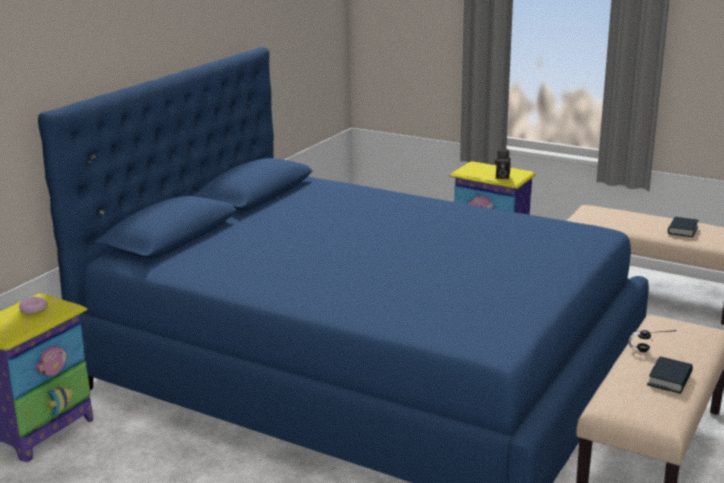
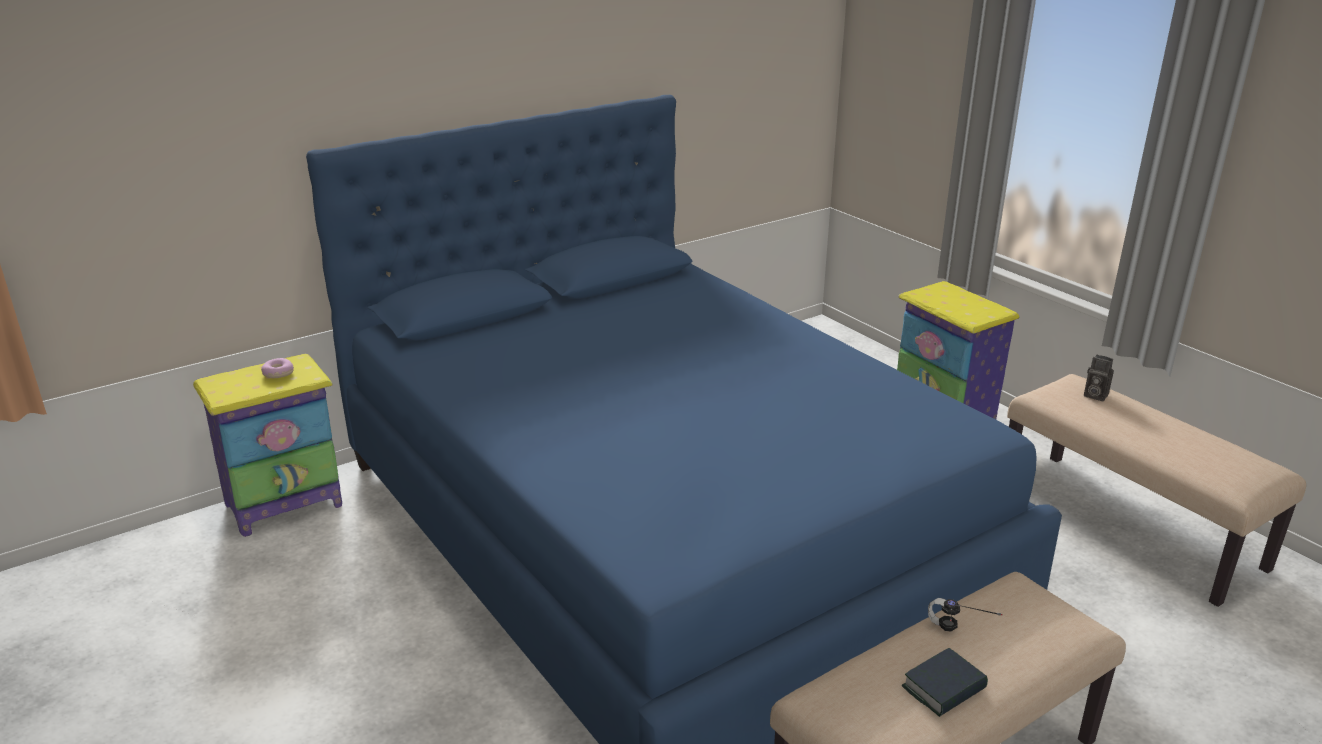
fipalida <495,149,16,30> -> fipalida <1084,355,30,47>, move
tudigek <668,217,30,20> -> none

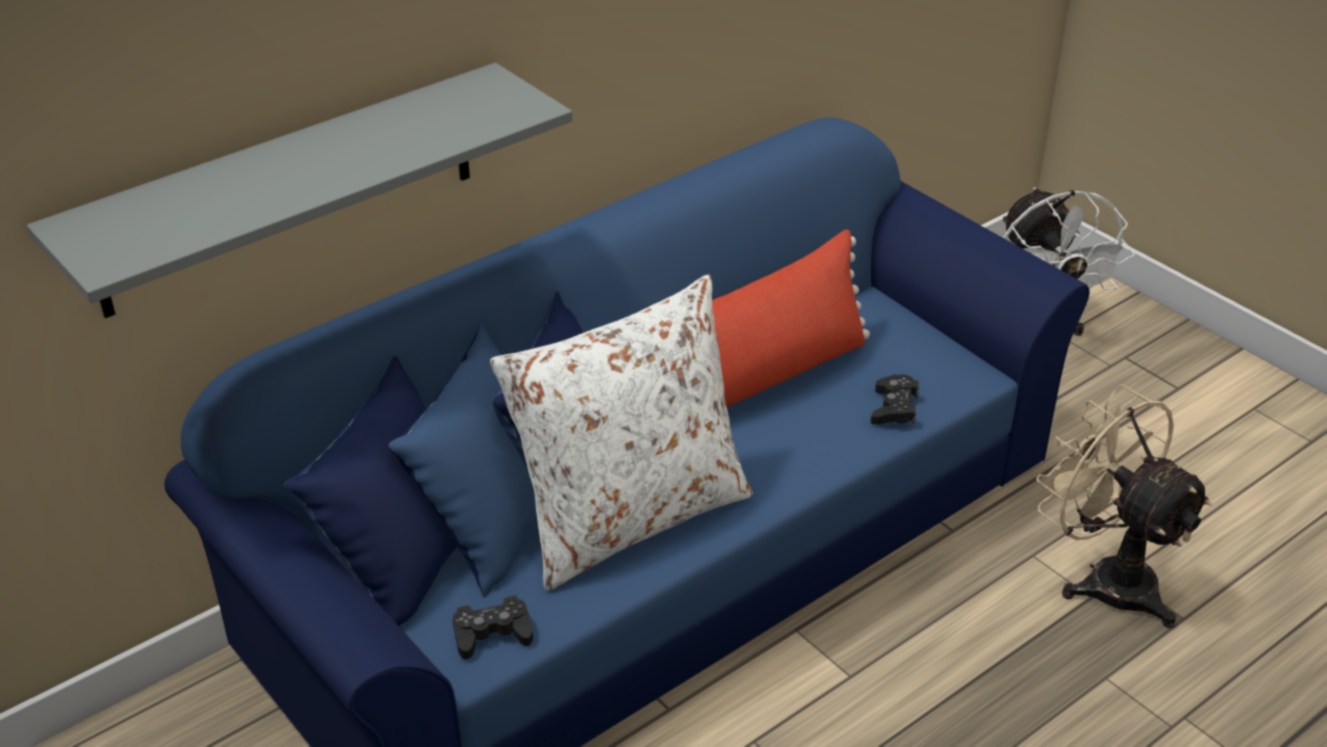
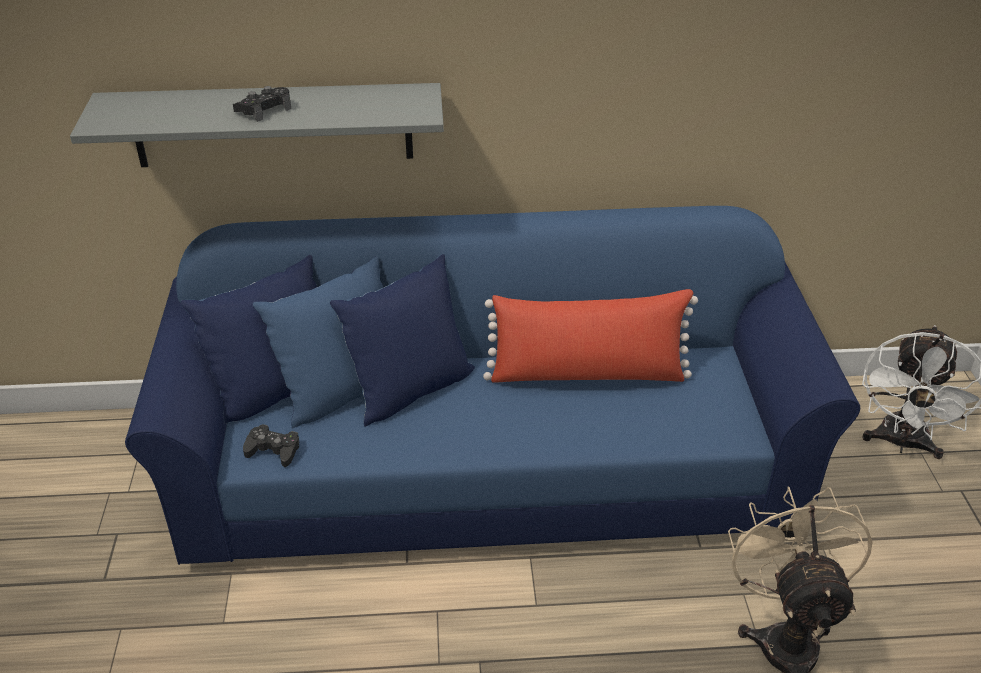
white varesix <490,275,263,316> -> none
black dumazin <871,374,49,52> -> black dumazin <233,86,58,36>, move

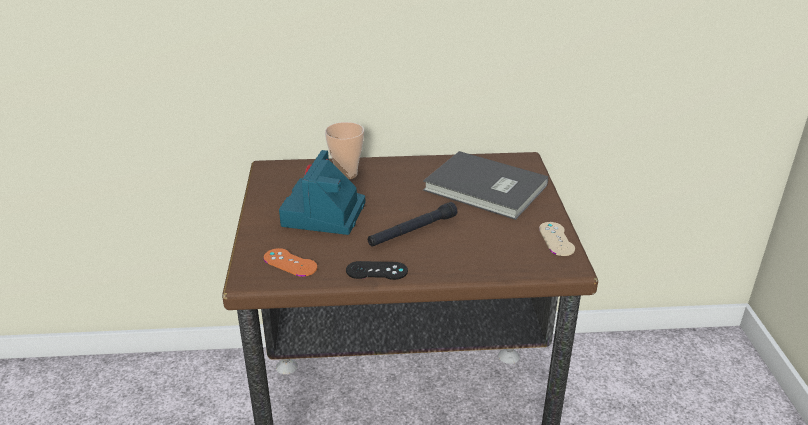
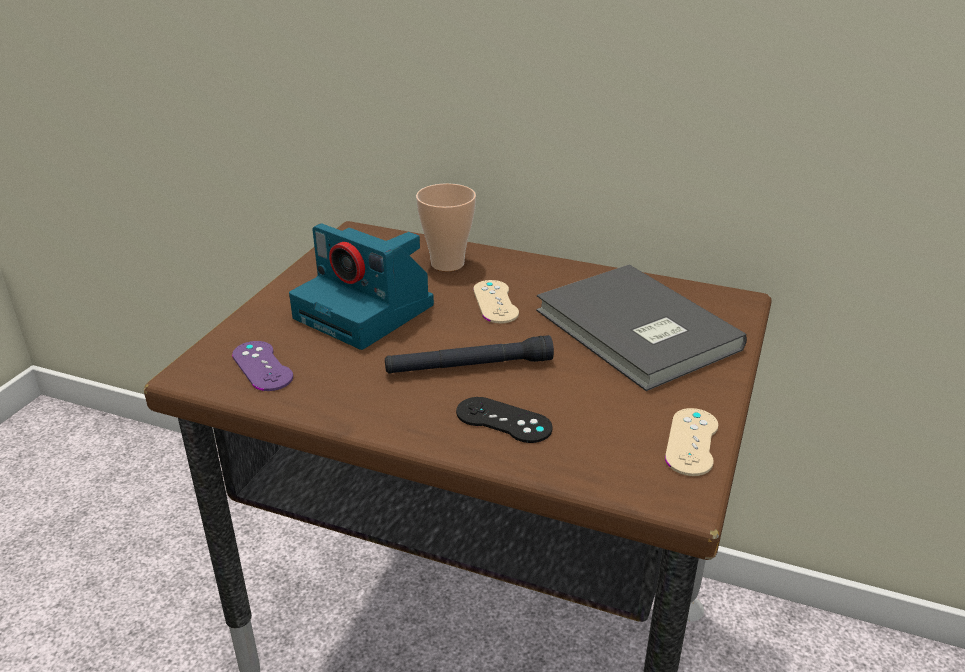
fipalida <279,150,86,85> -> fipalida <289,224,145,126>, 90 degrees counterclockwise
orange dumazin <264,248,53,29> -> purple dumazin <232,341,61,50>
black dumazin <346,261,62,19> -> black dumazin <456,397,97,46>, move
none -> beige dumazin <473,280,46,44>

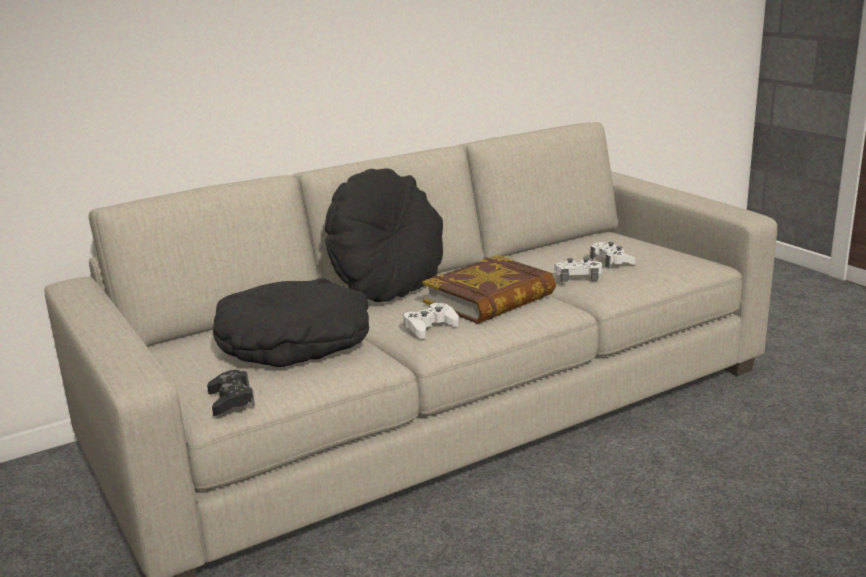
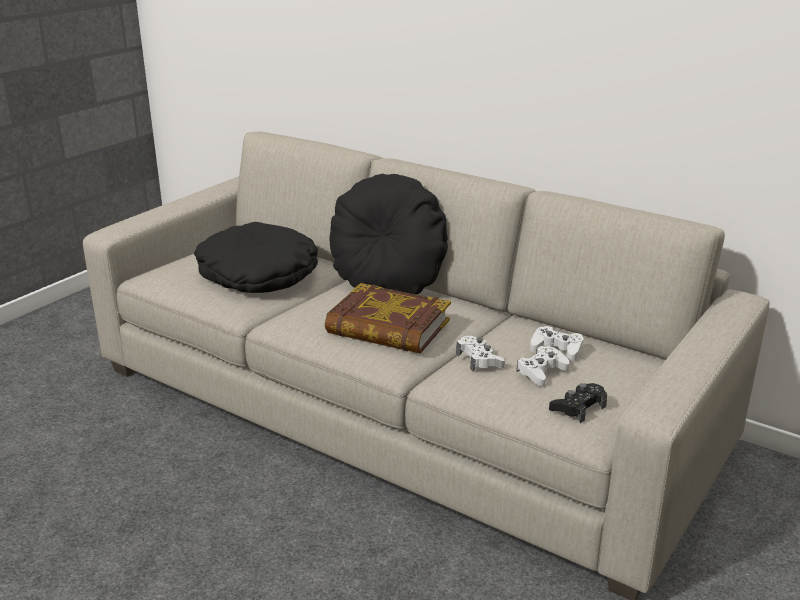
white dumazin <404,303,55,36> -> white dumazin <530,326,53,36>, move
black dumazin <207,370,48,46> -> black dumazin <549,383,58,40>, move

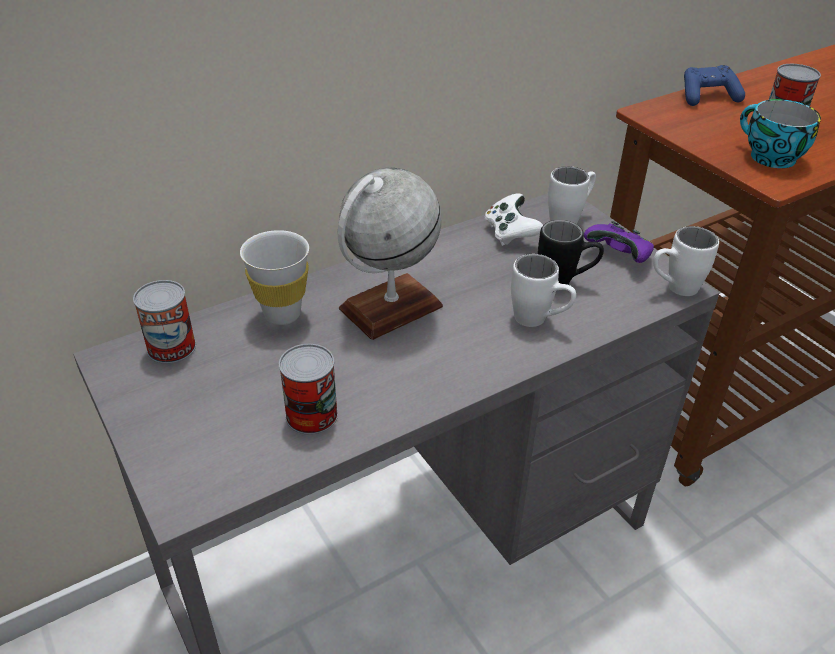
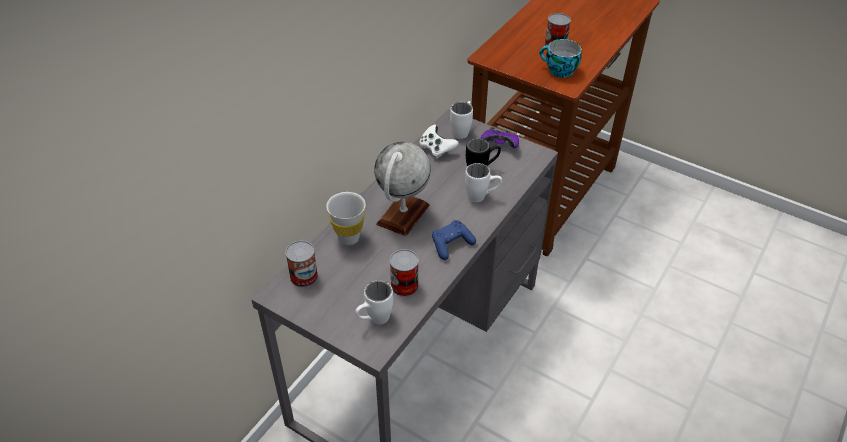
blue dumazin <684,65,61,41> -> blue dumazin <432,220,44,40>, move
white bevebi <653,226,66,70> -> white bevebi <355,281,38,43>, move

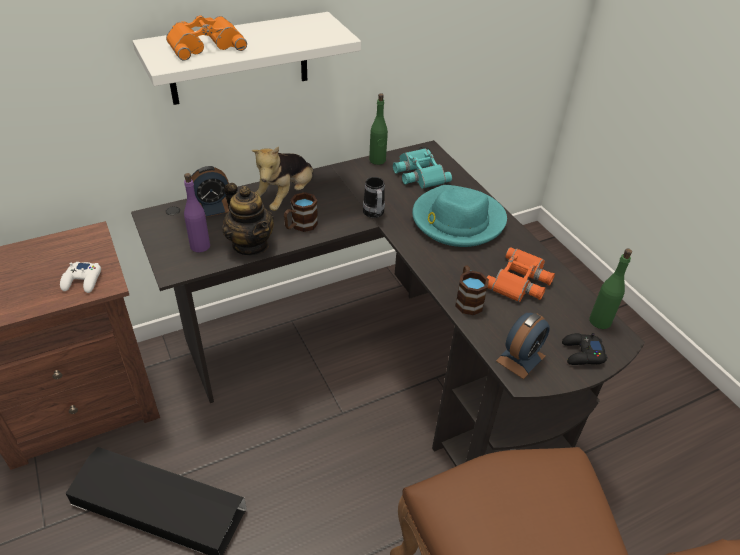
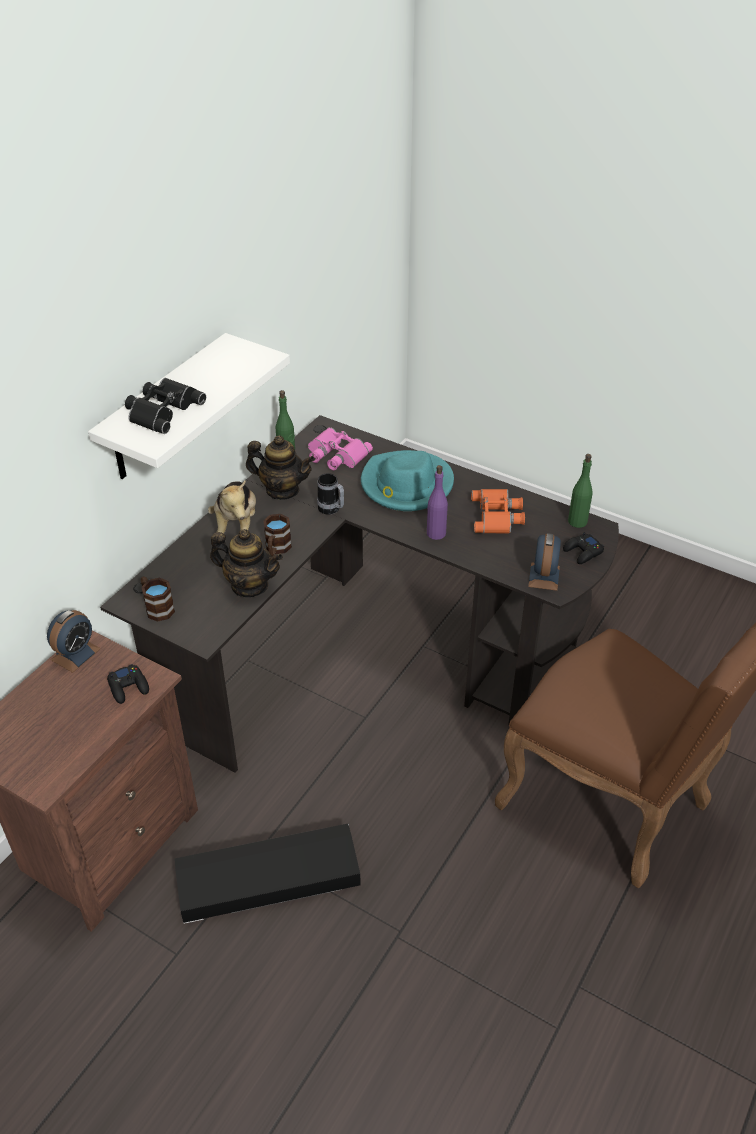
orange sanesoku <166,15,81,45> -> black sanesoku <125,378,81,56>
turquoise sanesoku <393,148,59,41> -> pink sanesoku <308,427,65,43>
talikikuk <191,166,38,51> -> talikikuk <47,610,54,63>, move
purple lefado <184,173,26,79> -> purple lefado <427,465,21,75>, move
white dumazin <60,262,41,31> -> black dumazin <107,664,42,40>
brown bevebi <455,265,34,50> -> brown bevebi <141,576,34,46>, move
none -> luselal <246,435,69,65>

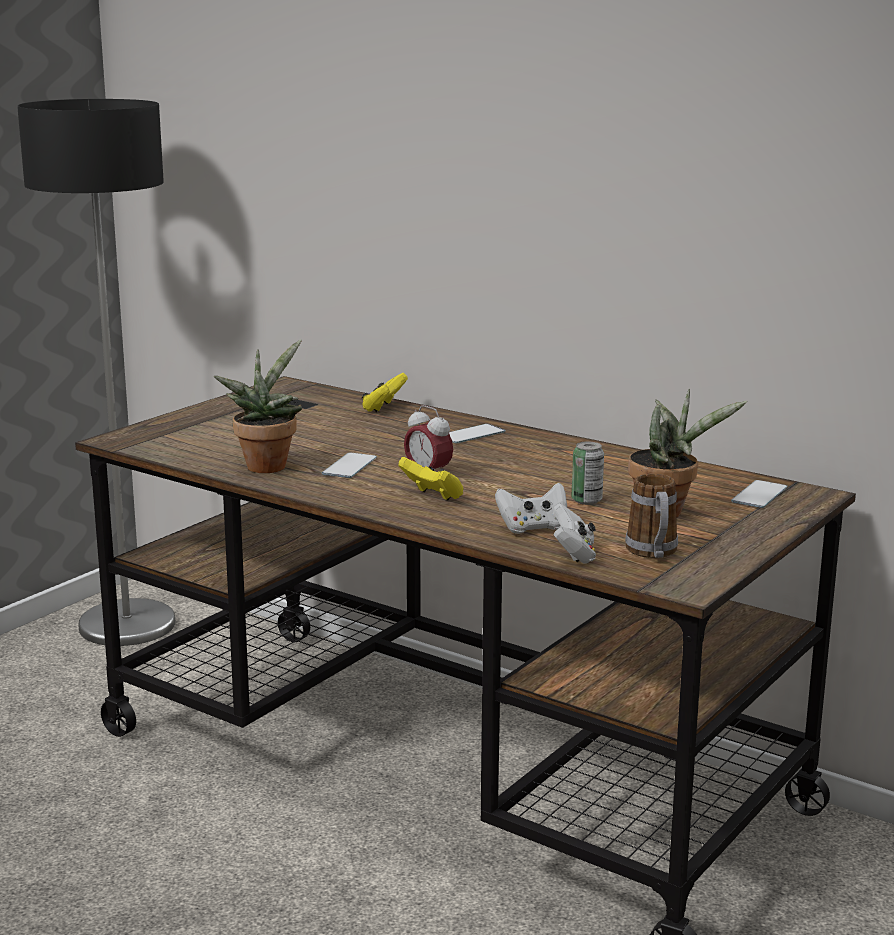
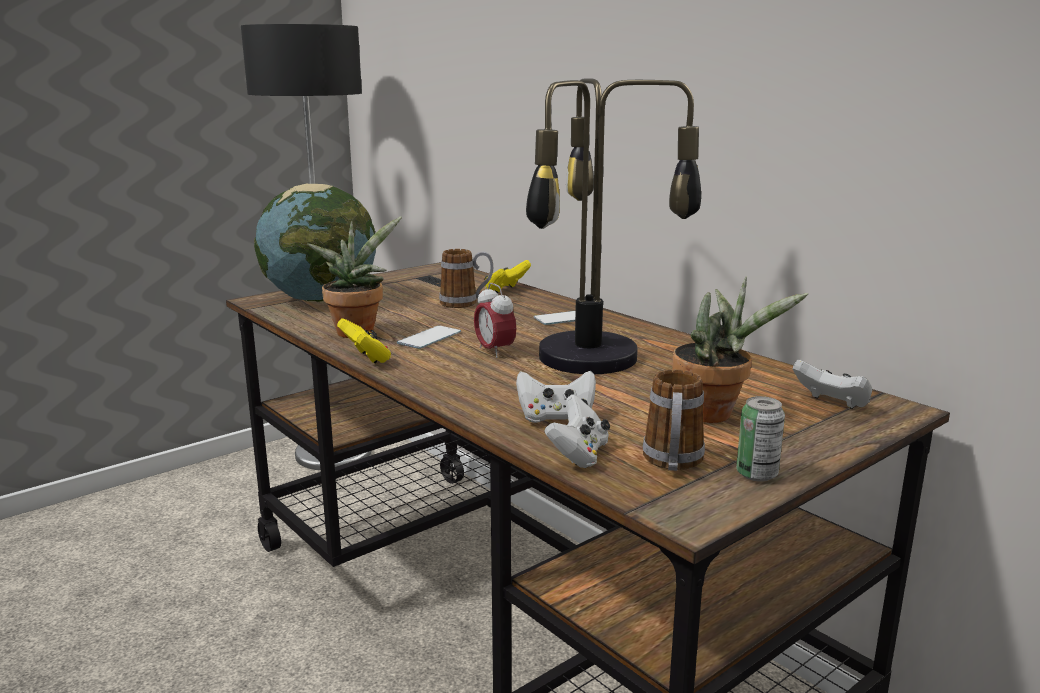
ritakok <571,442,33,63> -> ritakok <736,396,49,86>, move
yellow dumazin <398,457,66,43> -> yellow dumazin <337,318,54,45>, move
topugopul <731,480,56,28> -> white dumazin <793,360,79,49>
none -> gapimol <526,78,175,296>
none -> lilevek <254,184,122,119>
none -> bevebi <439,249,54,59>

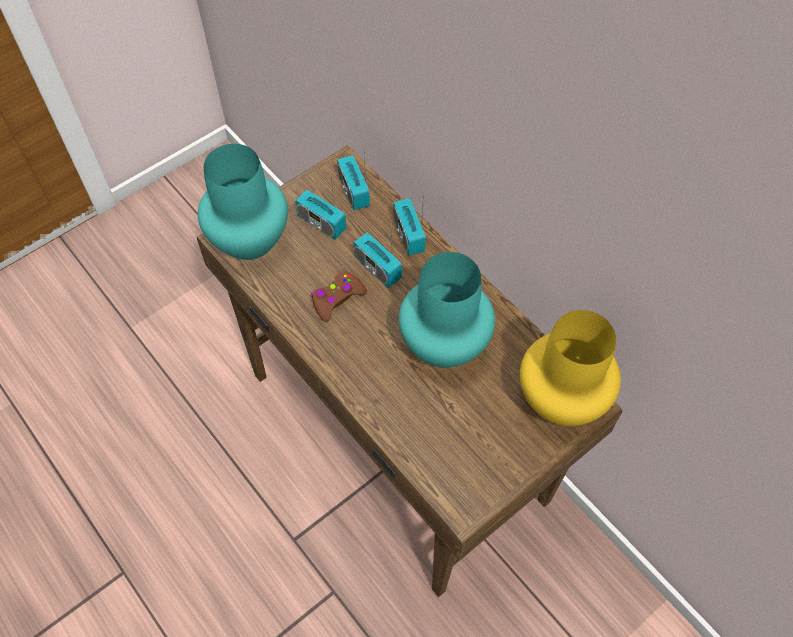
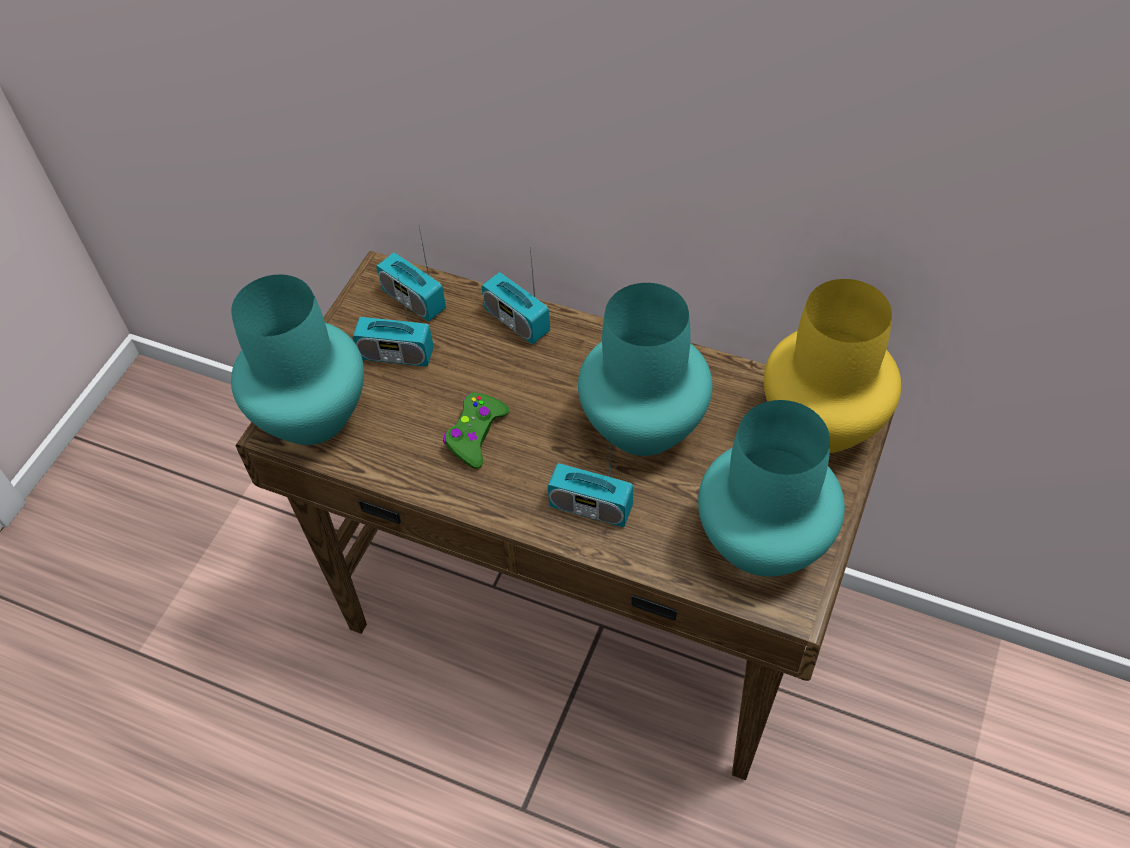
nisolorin <353,232,49,56> -> nisolorin <548,430,85,97>, move
brown dumazin <311,271,56,51> -> green dumazin <443,393,67,76>
none -> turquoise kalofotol <698,400,147,177>

